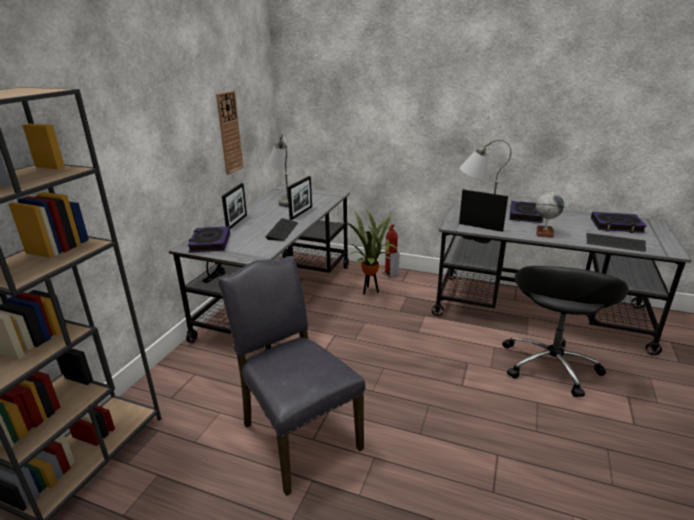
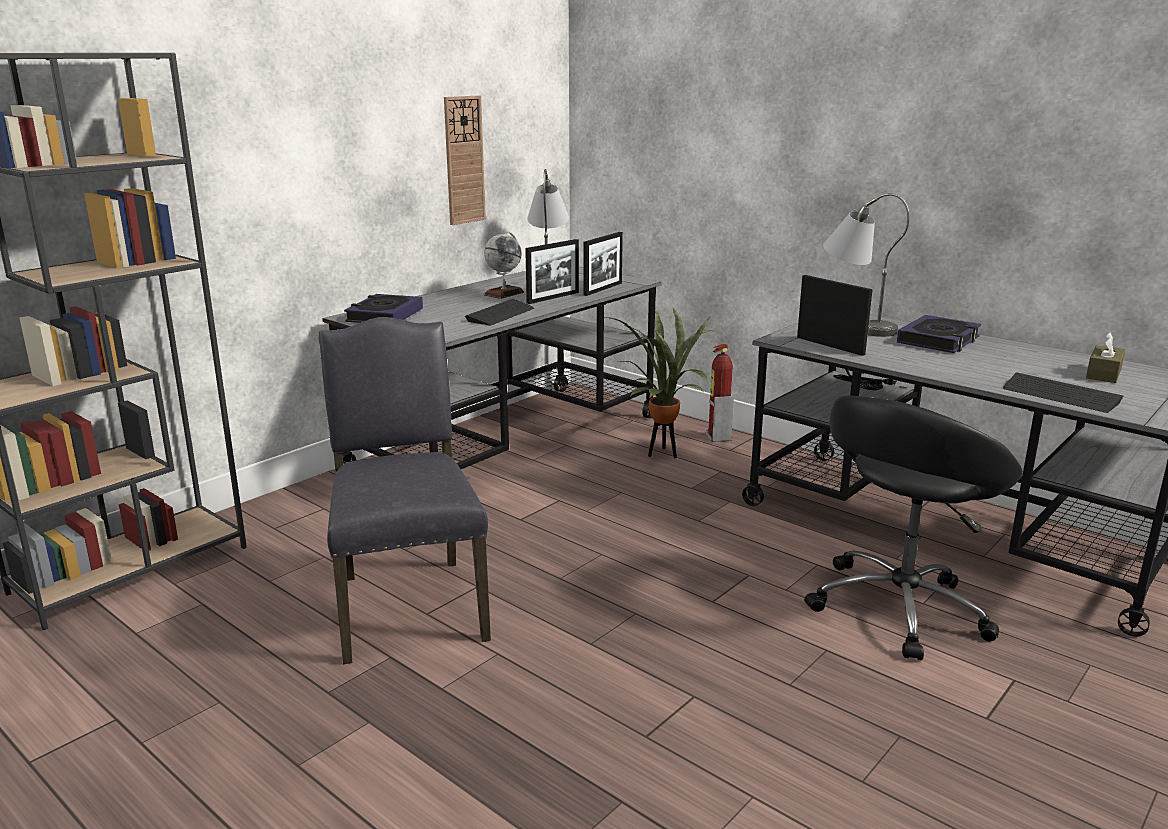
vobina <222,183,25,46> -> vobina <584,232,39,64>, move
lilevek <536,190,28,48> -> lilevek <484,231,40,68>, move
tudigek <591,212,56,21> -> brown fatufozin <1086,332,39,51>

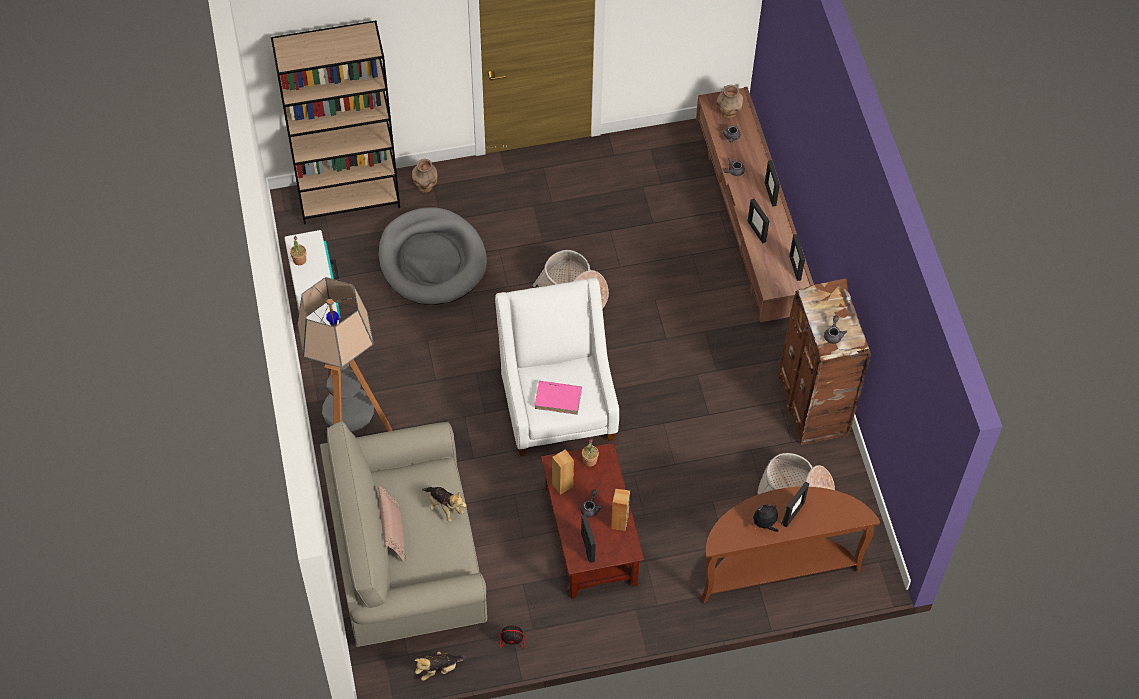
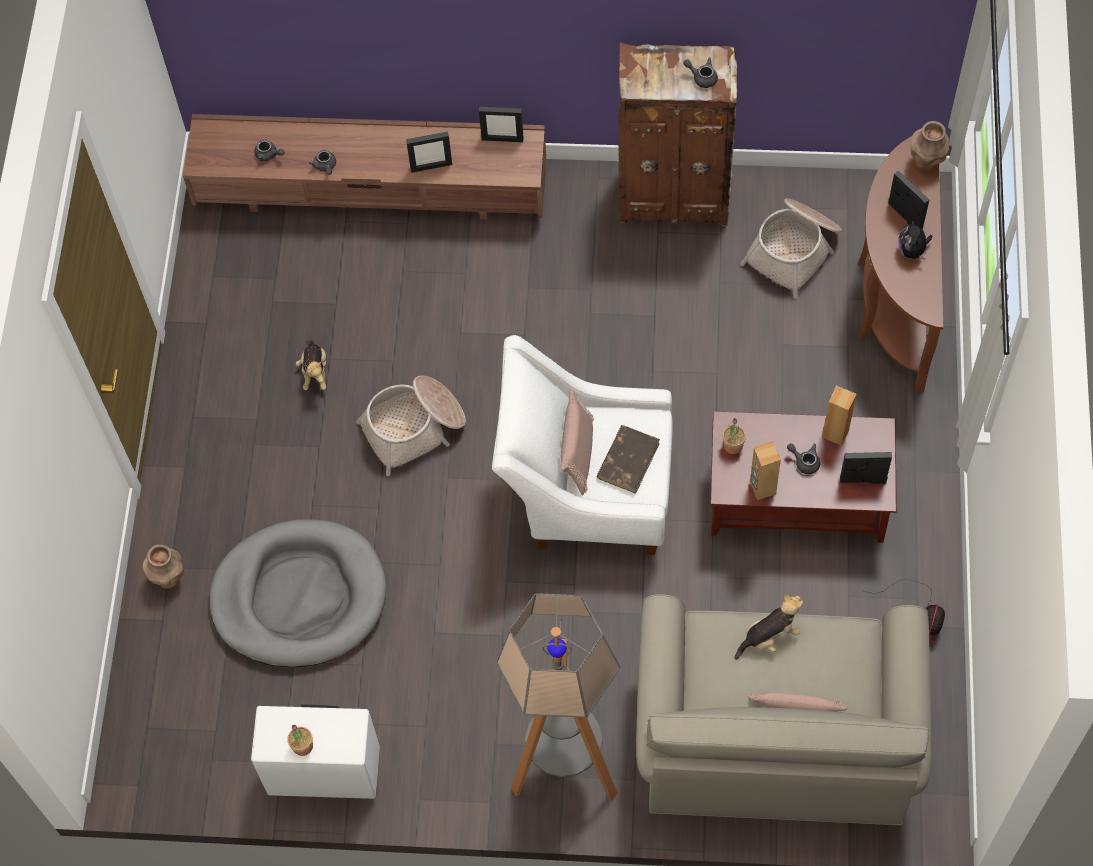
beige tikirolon <271,21,129,203> -> none
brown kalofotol <716,85,27,34> -> brown kalofotol <911,121,38,50>, move
vobina <765,160,15,47> -> none
pink tudigek <535,381,47,34> -> brown tudigek <597,425,63,69>
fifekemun <415,652,51,29> -> fifekemun <296,339,30,51>, move
none -> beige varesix <560,389,34,106>

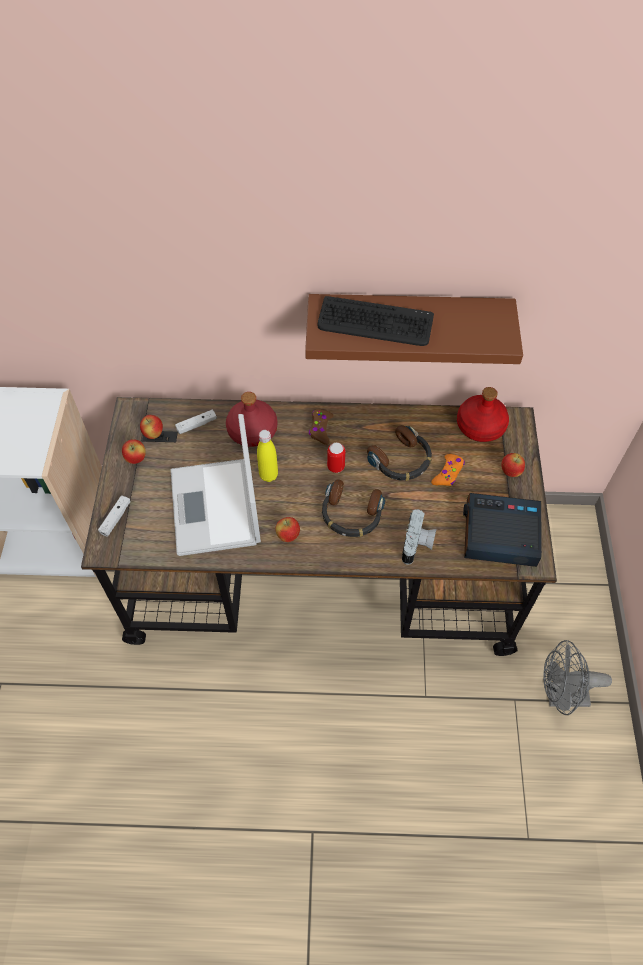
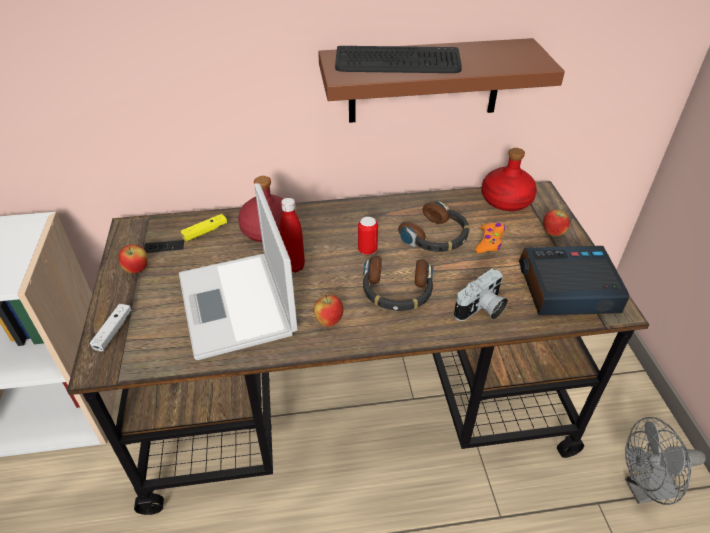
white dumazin <175,409,42,25> -> yellow dumazin <181,214,46,28>
brown dumazin <309,409,24,36> -> none
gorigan <140,415,23,24> -> none
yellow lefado <257,430,21,52> -> red lefado <280,198,25,75>
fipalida <402,509,34,56> -> fipalida <454,269,54,52>, 45 degrees clockwise

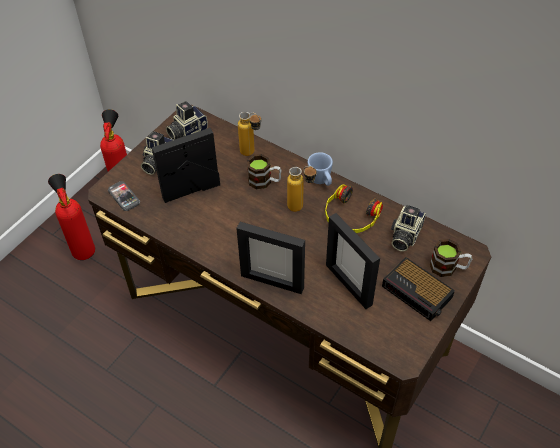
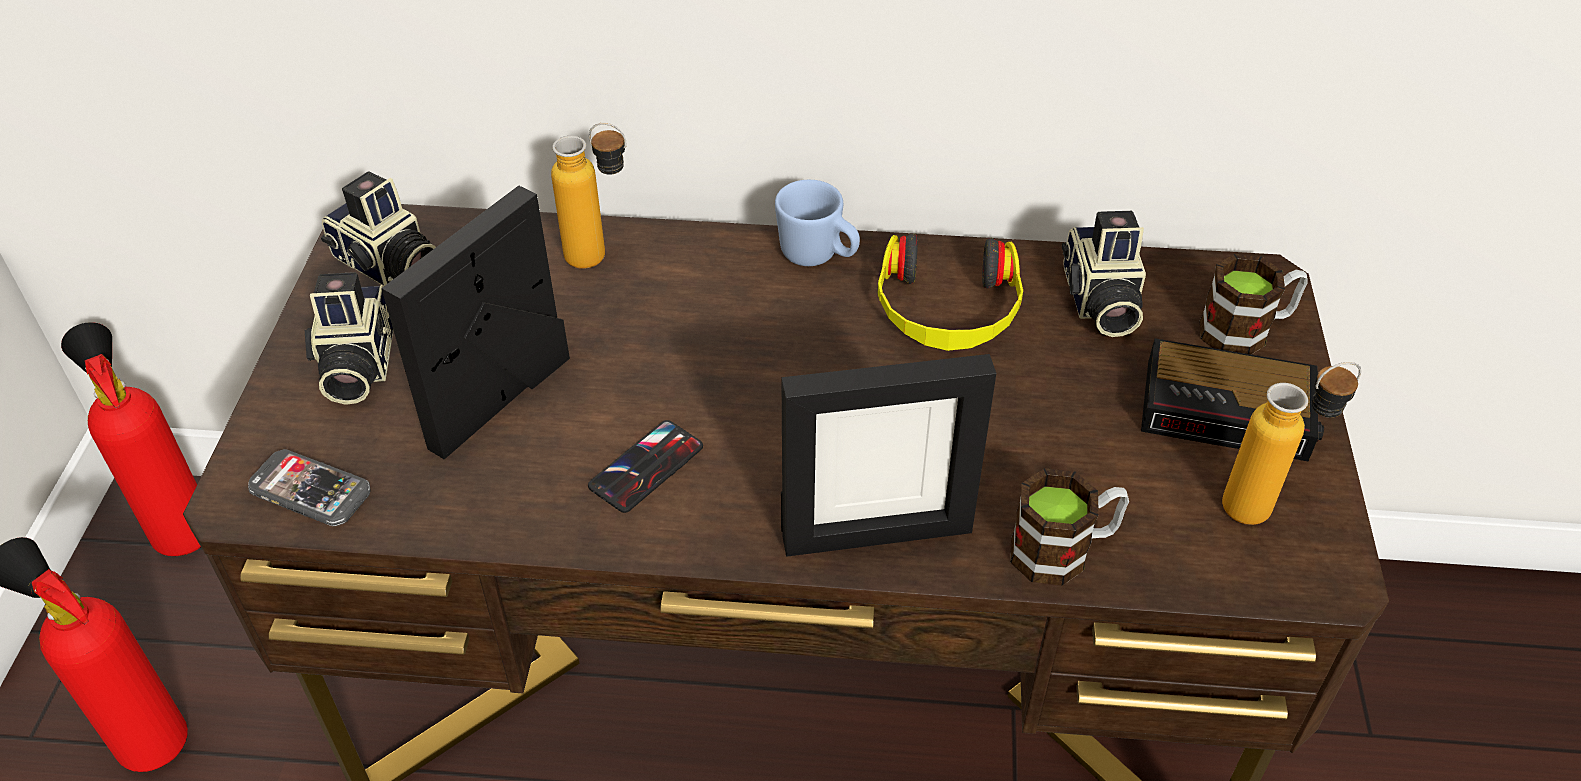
fipalida <166,101,42,39> -> fipalida <321,172,115,114>, 75 degrees counterclockwise
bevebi <247,154,34,35> -> bevebi <1010,468,119,118>, move
lefado <287,166,30,46> -> lefado <1222,362,139,163>, move
vobina <326,213,54,96> -> none
none -> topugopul <588,420,115,93>

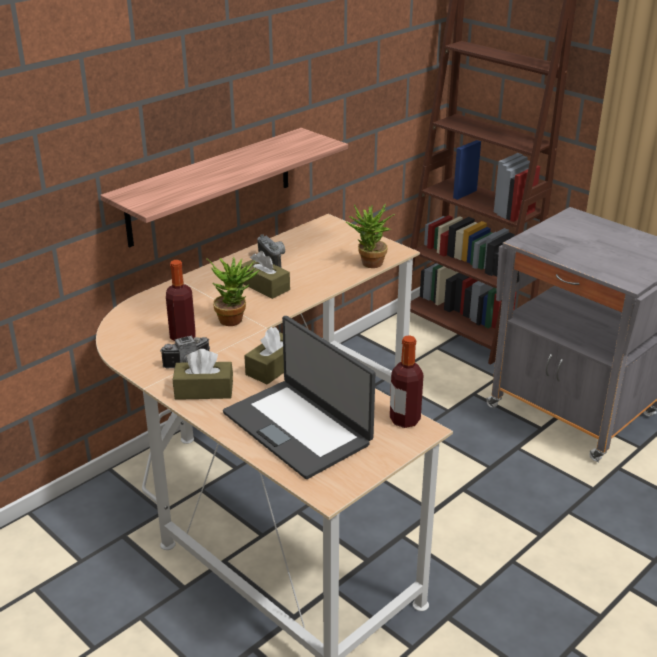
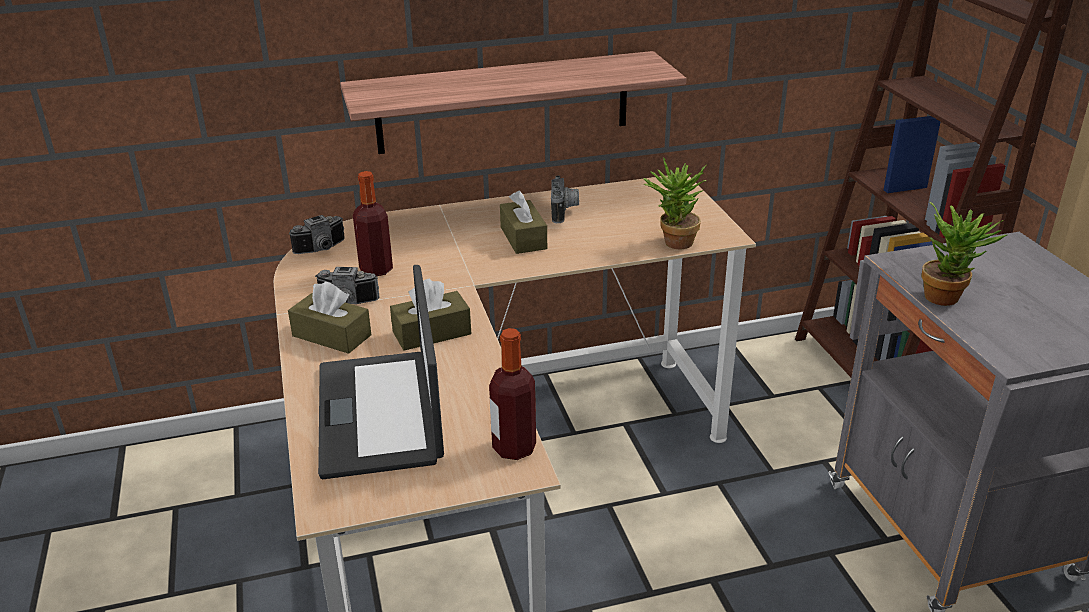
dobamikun <206,257,54,69> -> dobamikun <922,202,85,104>, move
none -> fipalida <289,215,56,39>

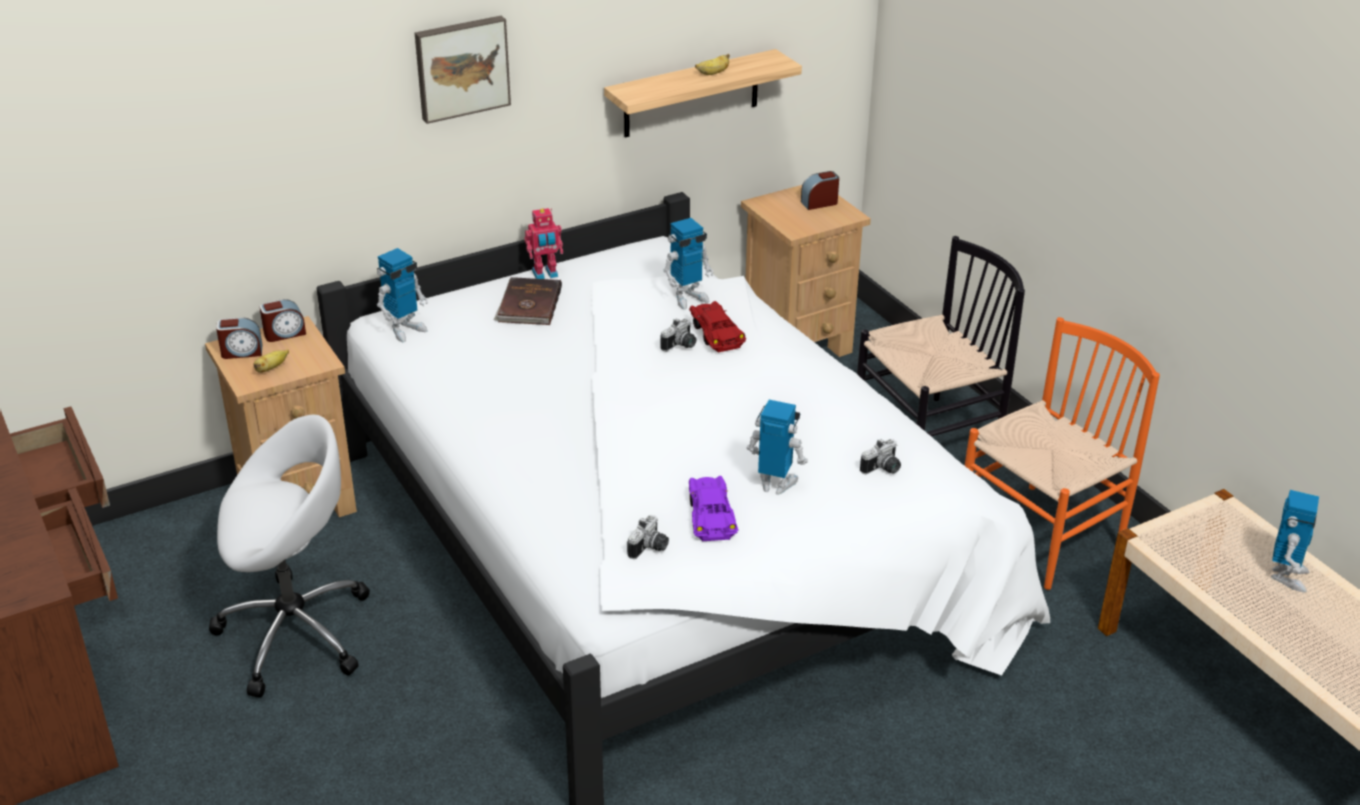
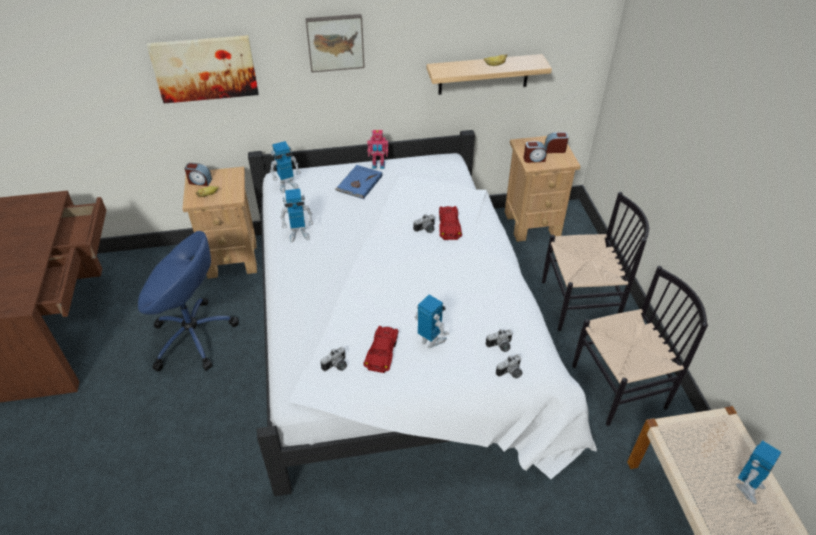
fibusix <664,218,49,92> -> fibusix <280,189,33,54>, move
brown tudigek <493,277,69,48> -> blue tudigek <335,165,47,34>
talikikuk <259,299,47,43> -> talikikuk <524,141,23,22>, move
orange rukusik <965,317,195,273> -> black rukusik <572,266,136,160>
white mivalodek <209,414,161,284> -> blue mivalodek <138,231,101,140>
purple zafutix <689,476,49,65> -> red zafutix <363,326,35,47>
none -> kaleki <147,35,112,68>
none -> fipalida <496,354,26,25>

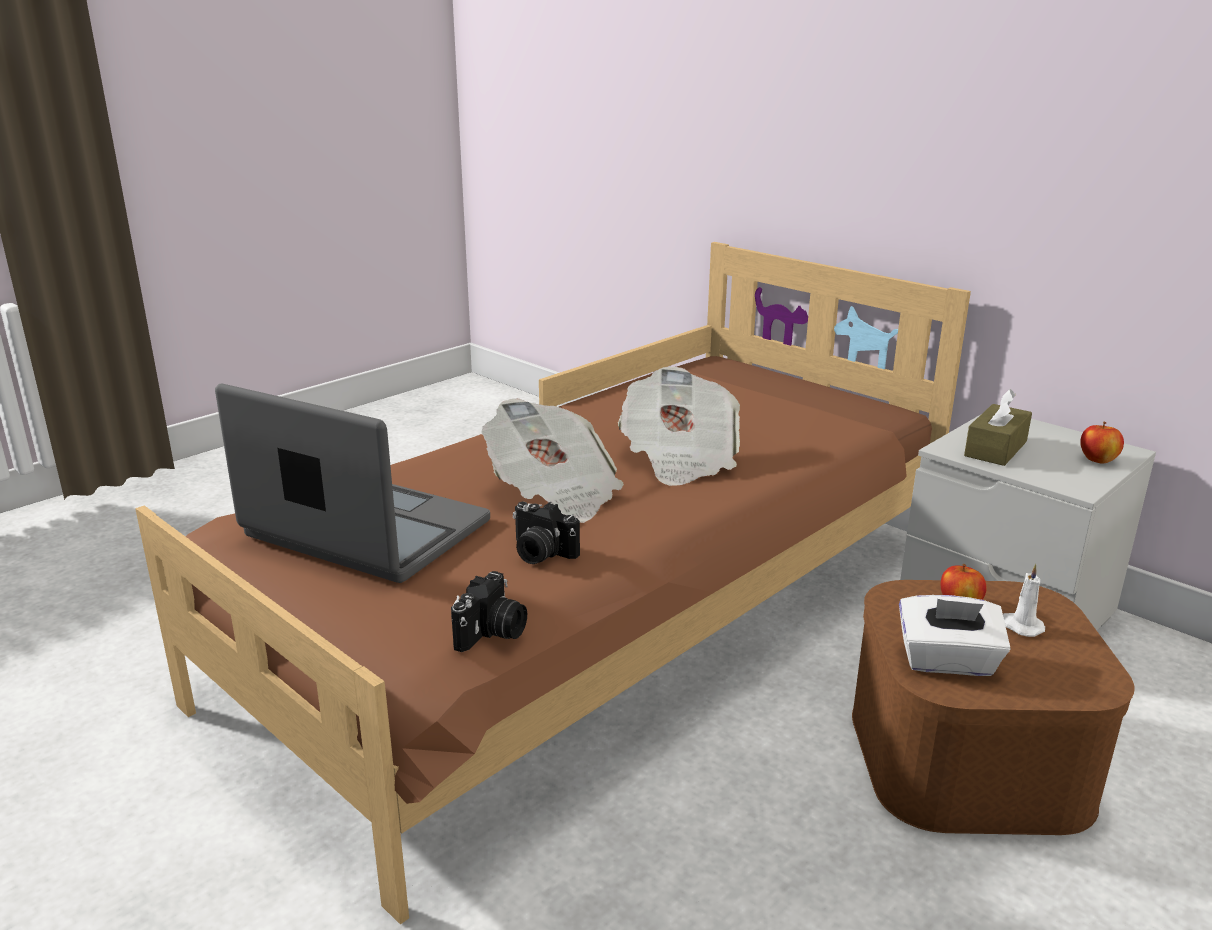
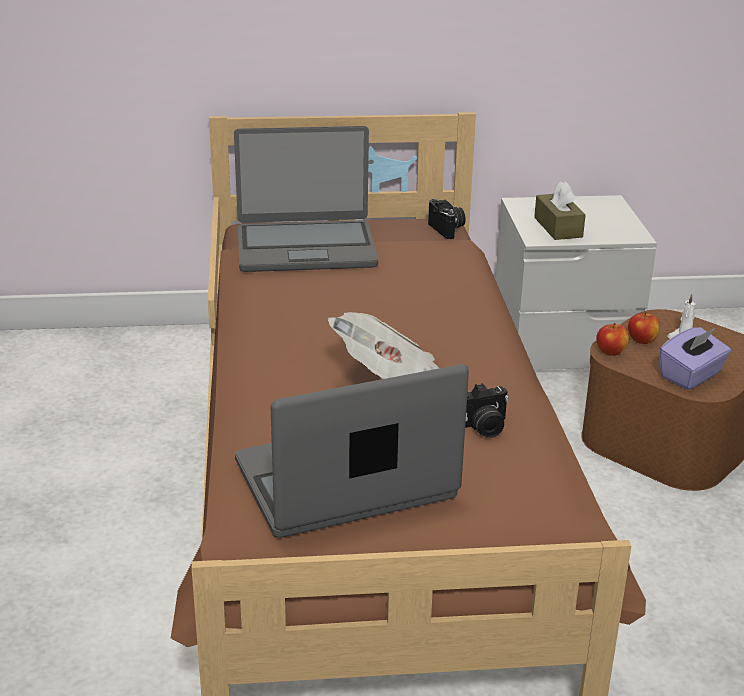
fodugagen <618,367,122,119> -> none
gorigan <1080,422,44,42> -> gorigan <596,323,33,33>, move
fipalida <451,571,76,81> -> fipalida <428,199,38,40>, move
white fatufozin <899,595,111,81> -> purple fatufozin <659,327,72,63>
none -> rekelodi <234,126,144,146>

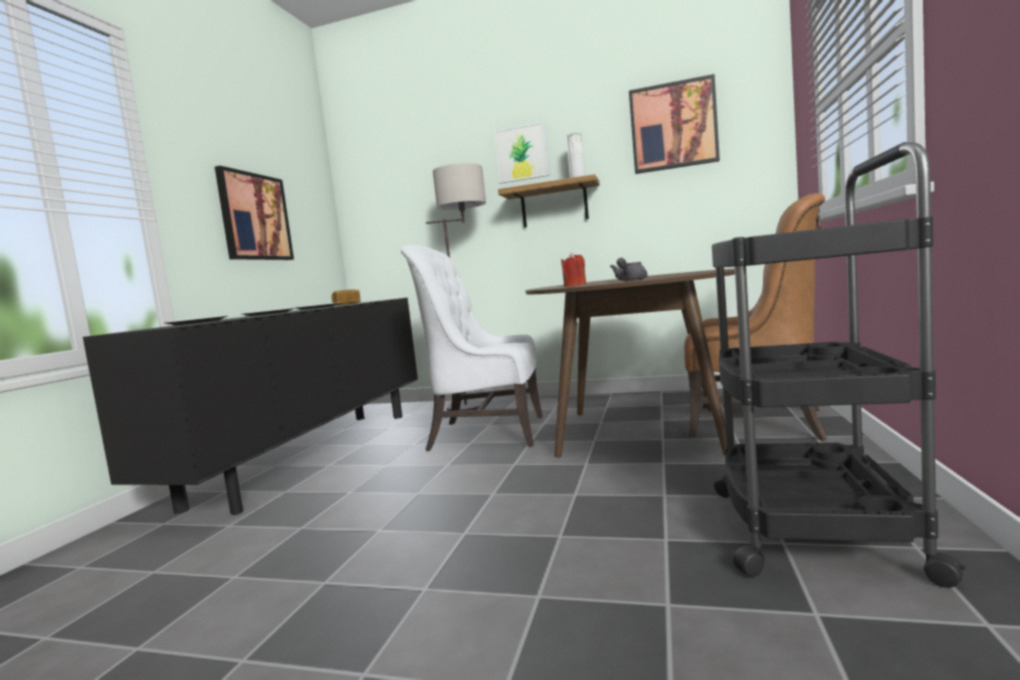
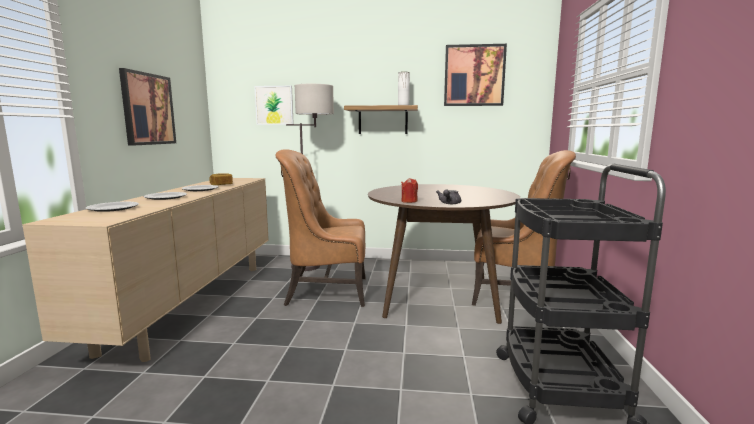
kaleki <494,121,56,63> -> kaleki <254,86,40,39>, move
white rukusik <401,245,142,206> -> brown rukusik <276,149,90,158>
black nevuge <83,298,335,217> -> beige nevuge <22,178,247,184>

